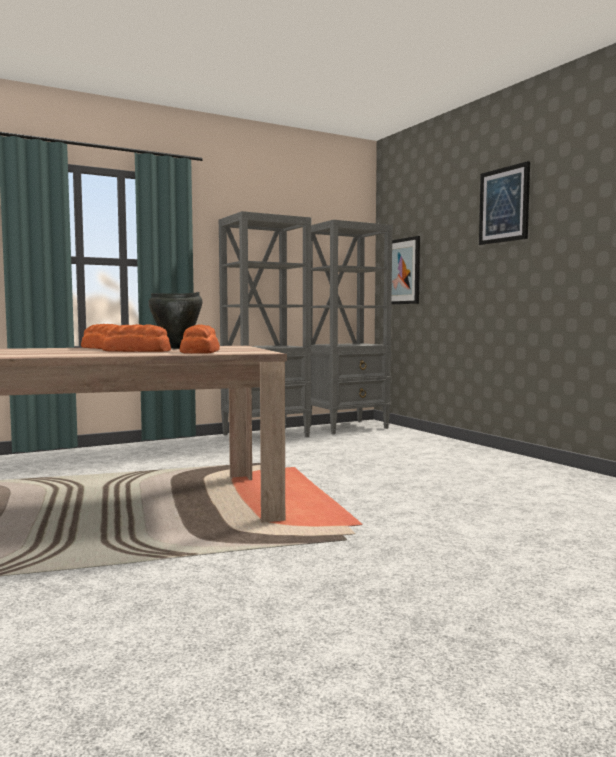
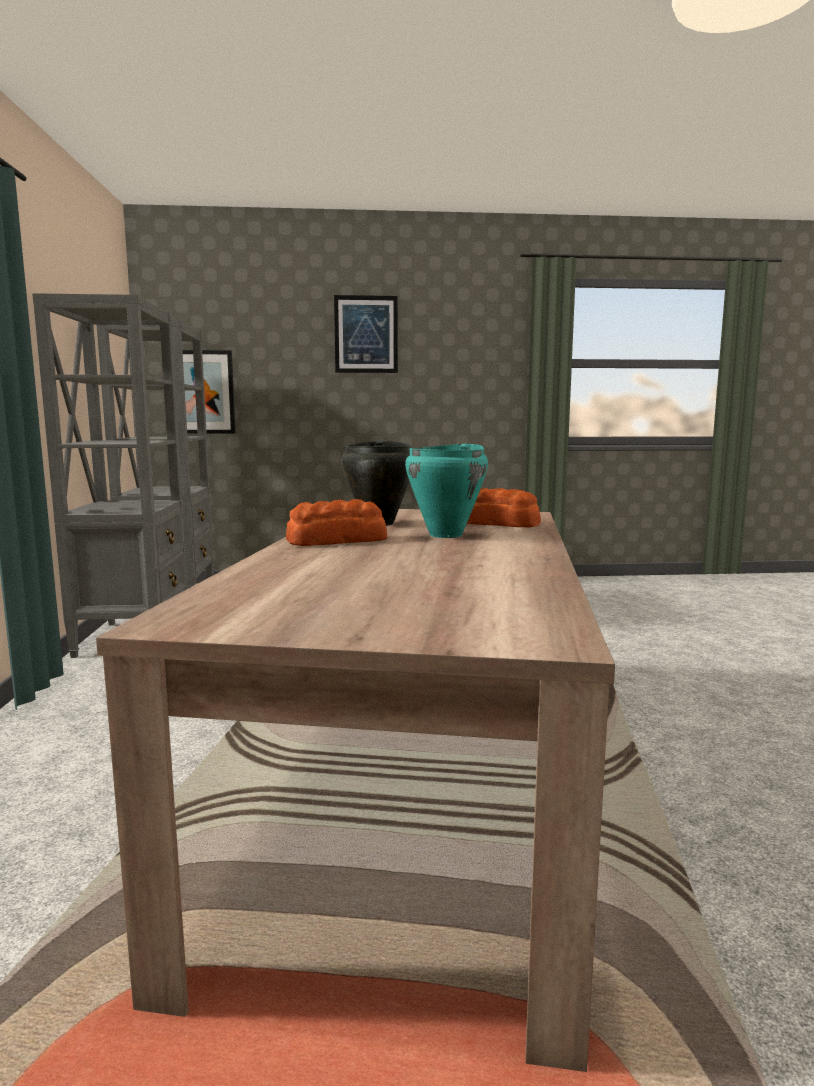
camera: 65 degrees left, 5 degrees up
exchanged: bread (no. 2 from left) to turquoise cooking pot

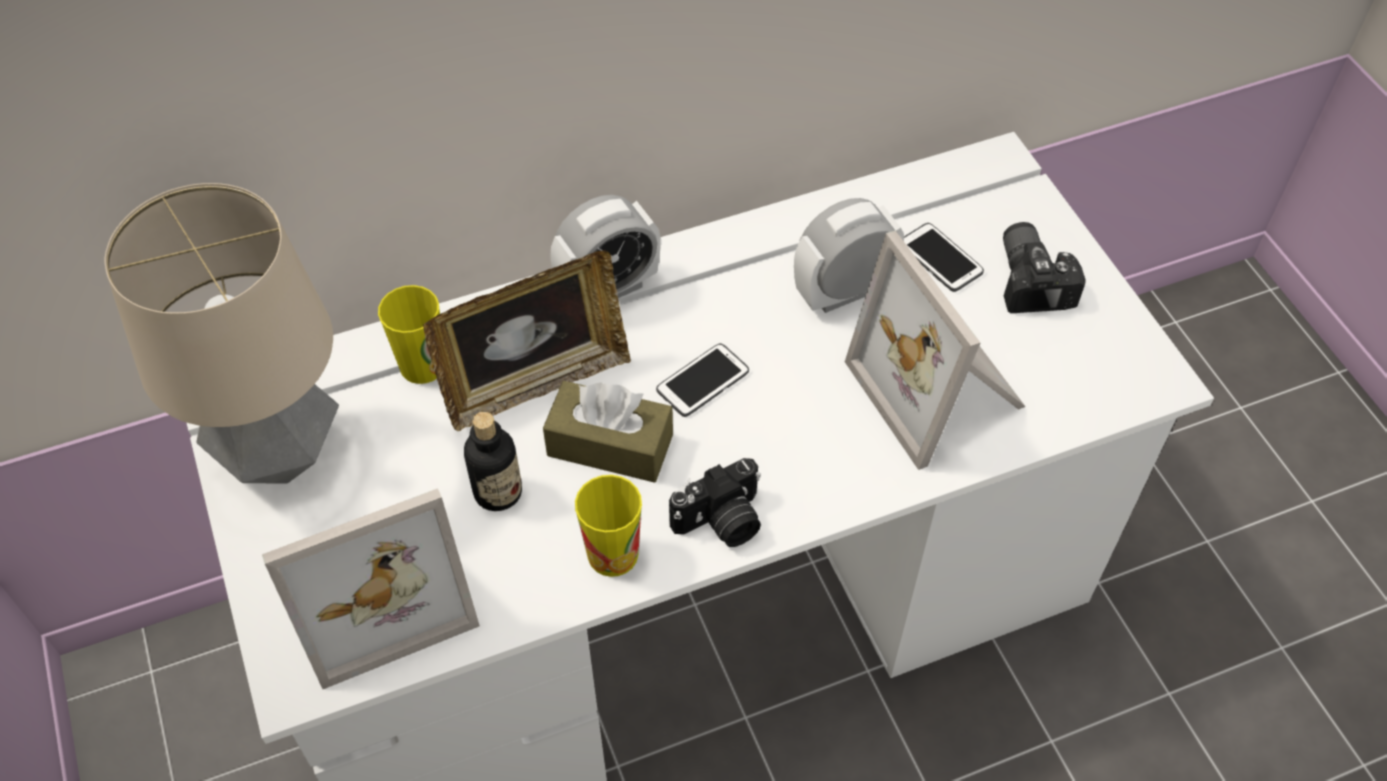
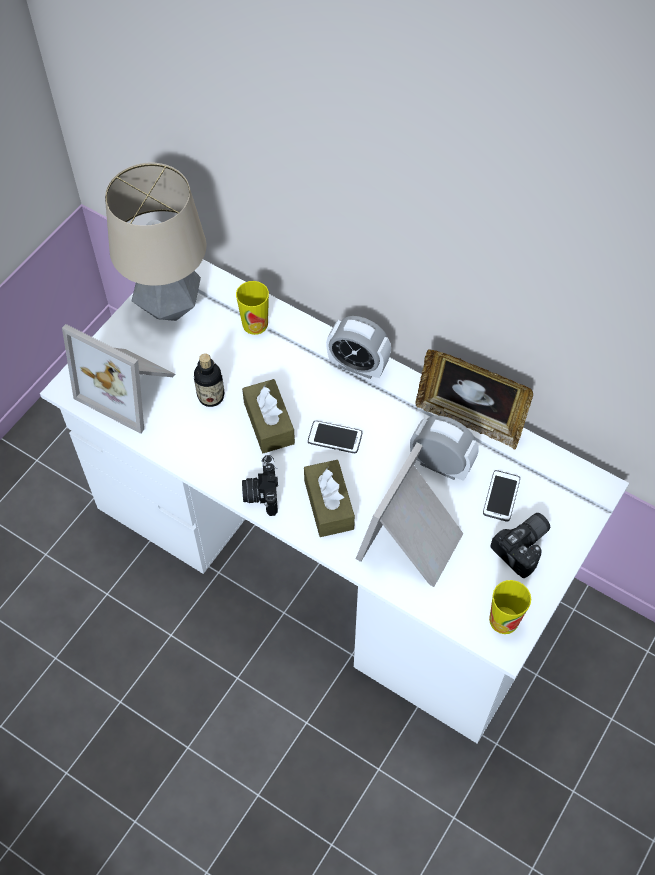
camera: 55 degrees right, 5 degrees up
appeared: brown tissue box (no. 2 from left)
relocated: picture frame (no. 2 from left in the first image) to picture frame (no. 3 from left); cup (no. 2 from left)
spun: photo camera (no. 1 from left) 60 degrees clockwise

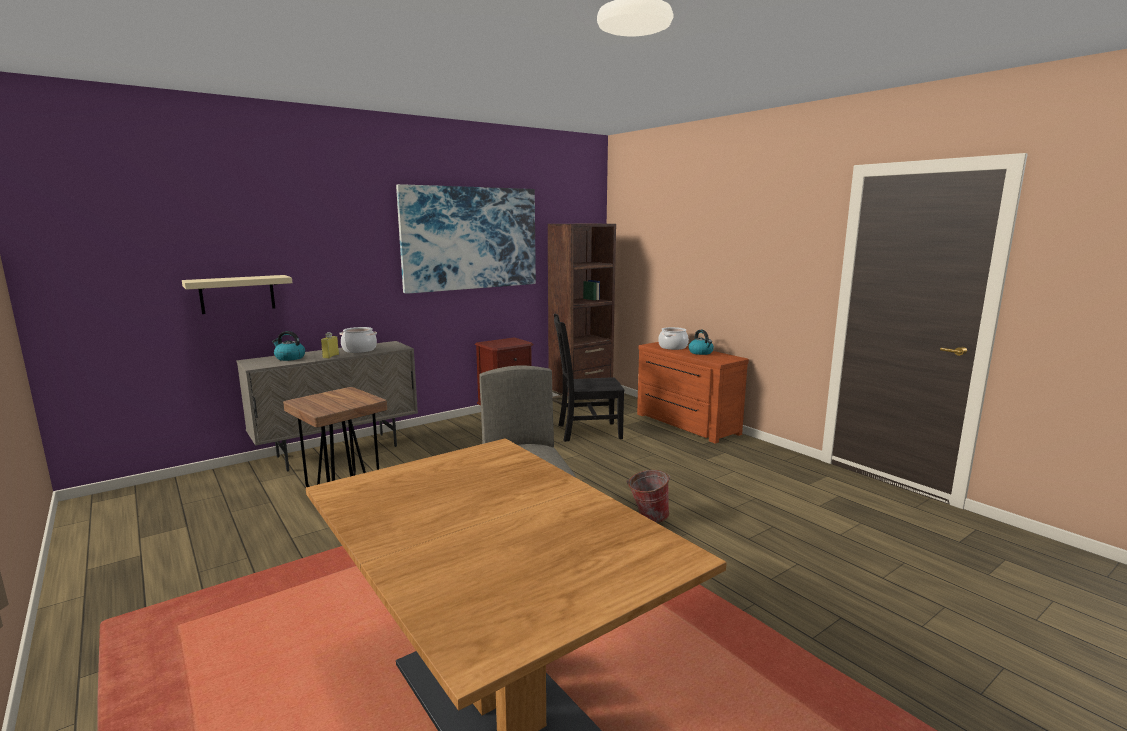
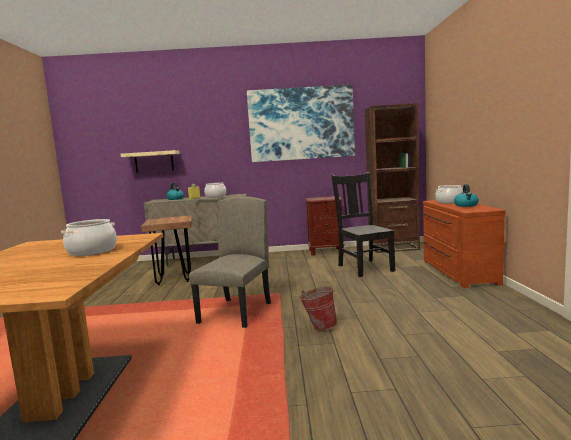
camera: 35 degrees right, 5 degrees down
appeared: cooking pot (no. 1 from left)
spun: black chair 45 degrees clockwise

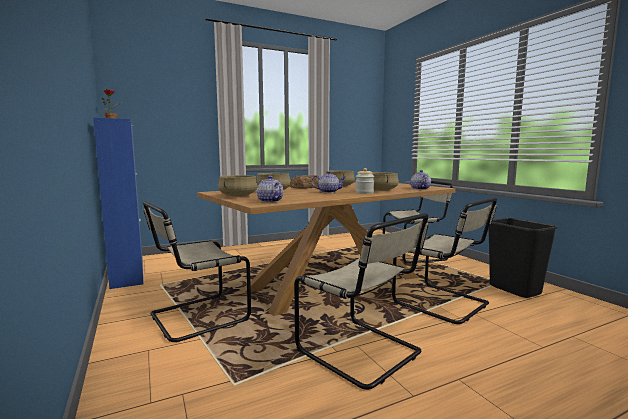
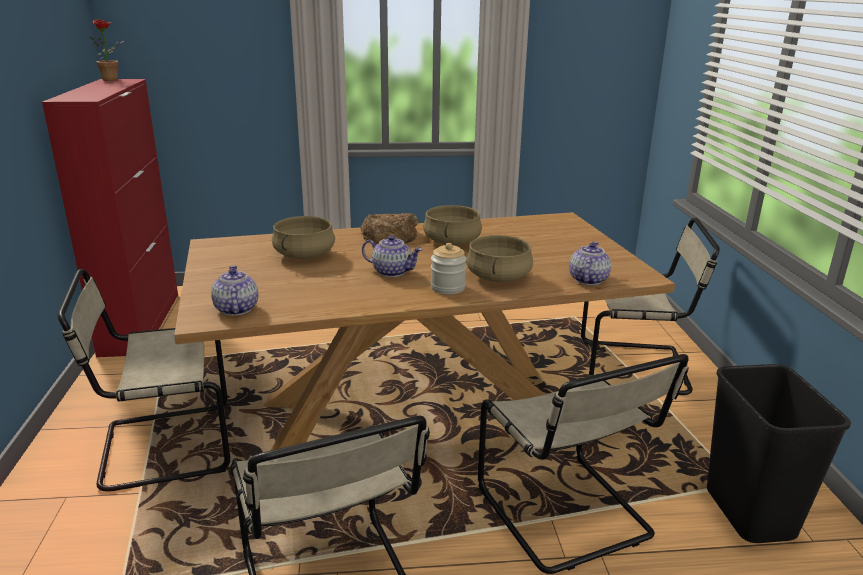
camera: 20 degrees right, 15 degrees up
missing: beige cooking pot (no. 1 from left)
colour: blue cabinet to red cabinet

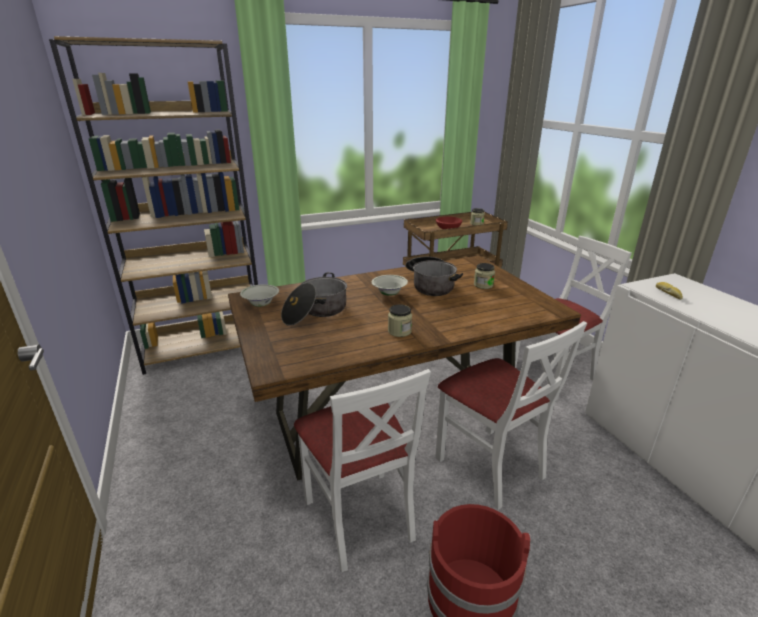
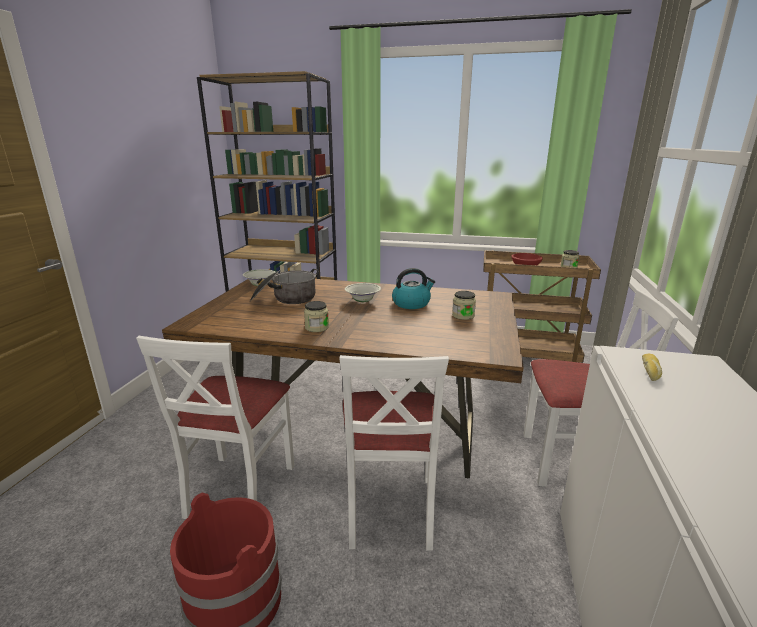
camera: 35 degrees right, 5 degrees down
exchanged: cooking pot (no. 2 from left) to kettle

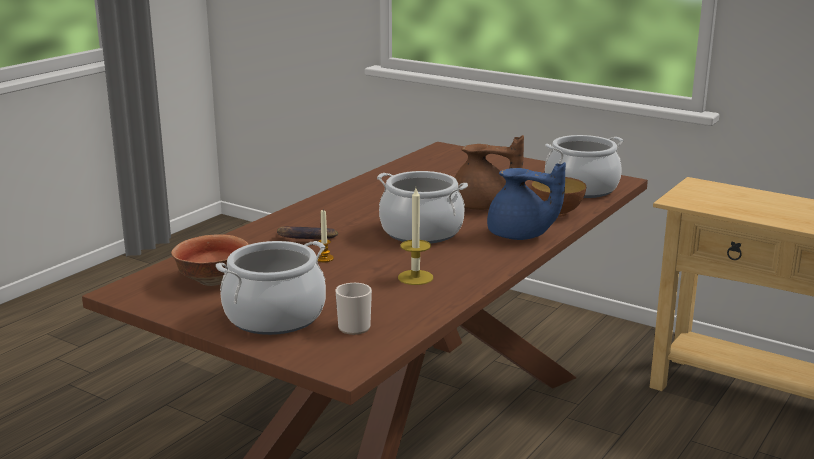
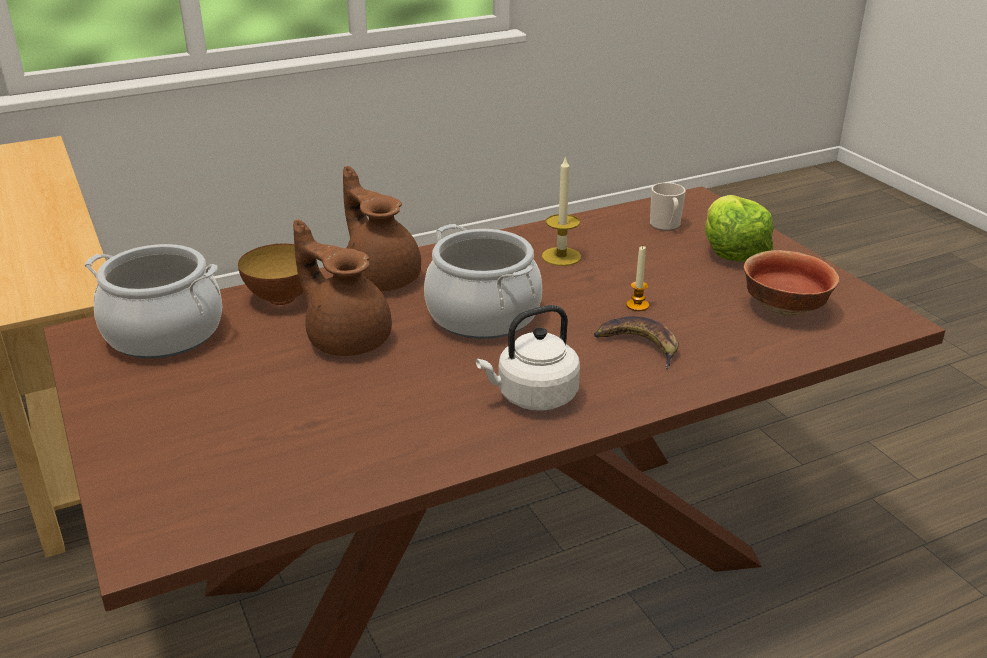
camera: 150 degrees left, 10 degrees up
appeared: white kettle
exchanged: cooking pot (no. 1 from left) to lettuce
colour: blue teapot to brown teapot (no. 2 from left)

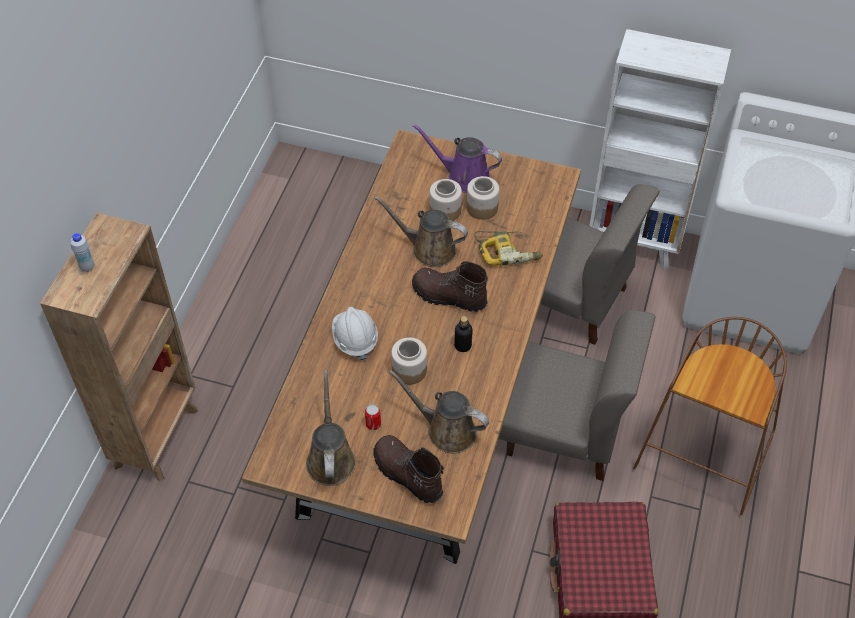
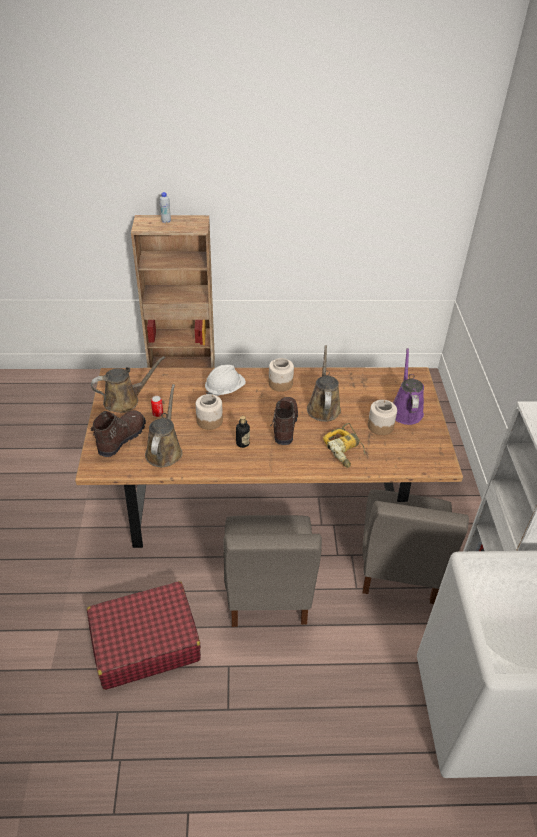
camera: 70 degrees right, 10 degrees down
missing: brown stool
relocated: jar (no. 2 from left)

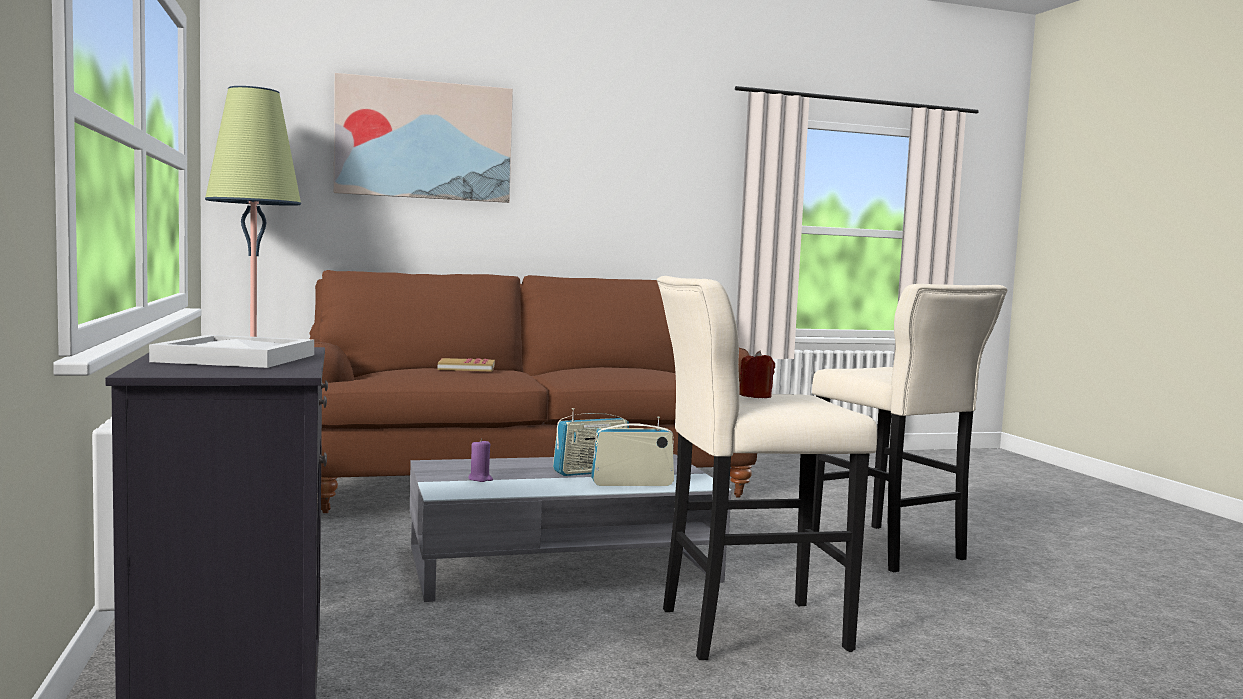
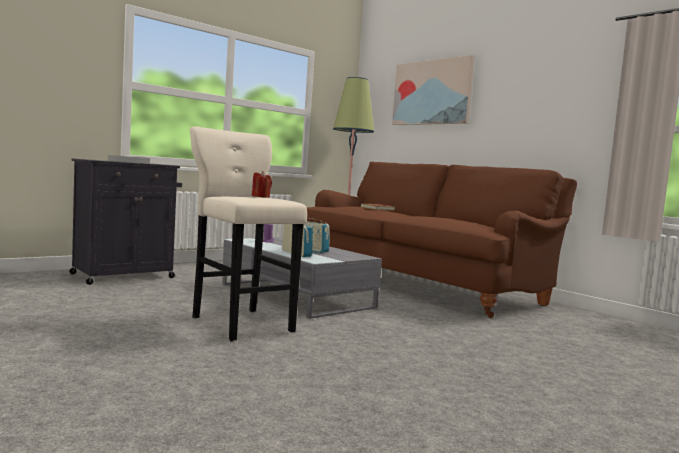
camera: 65 degrees right, 0 degrees up
missing: beige stool (no. 2 from left)

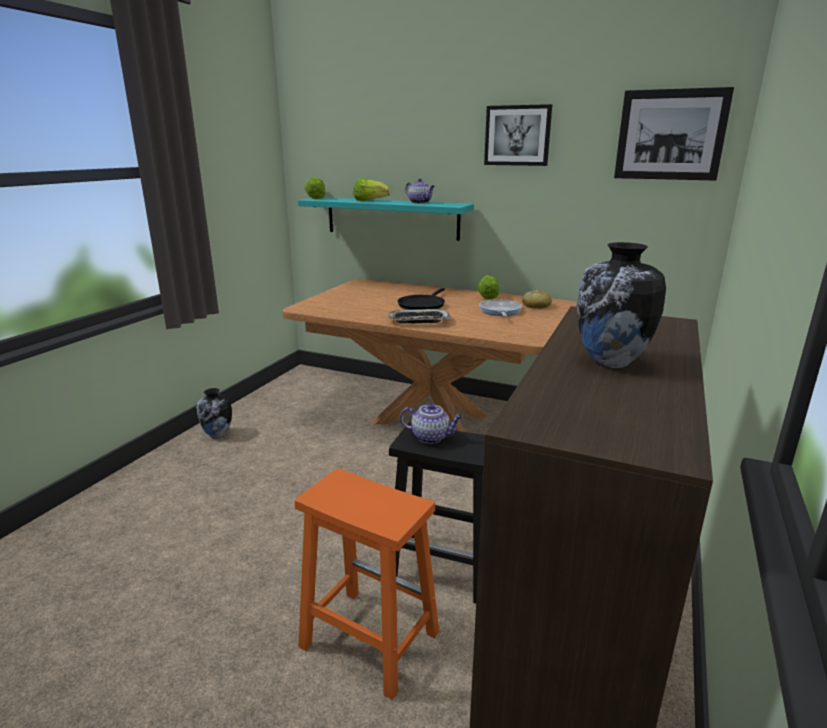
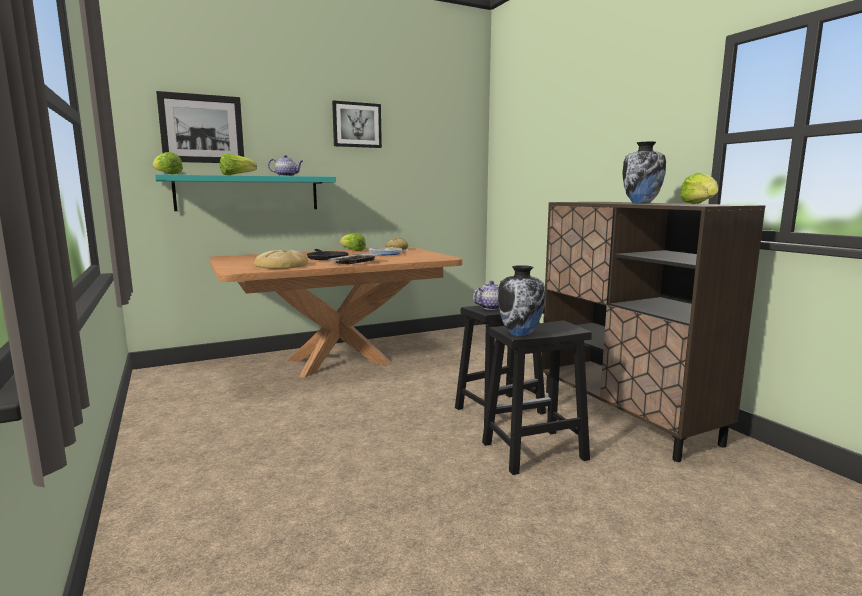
camera: 50 degrees left, 10 degrees down
appeared: bread (no. 1 from left); lettuce (no. 4 from left)
relocated: picture (no. 2 from left in the first image) to picture (no. 1 from left); vase (no. 1 from left)
colour: orange stool to black stool (no. 2 from left)

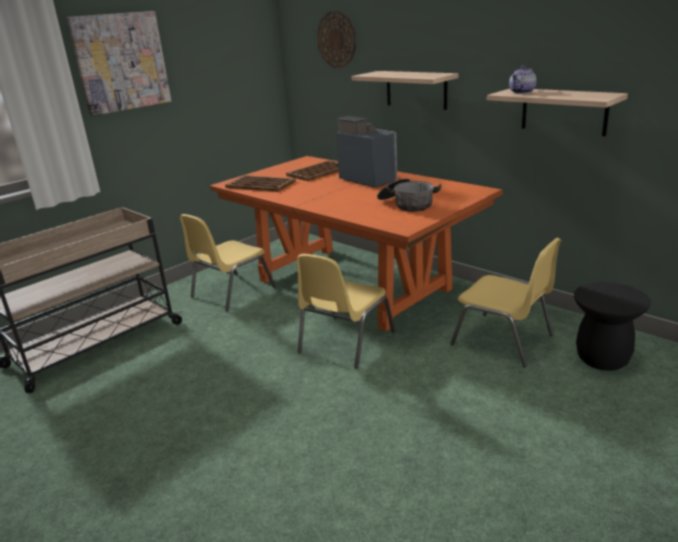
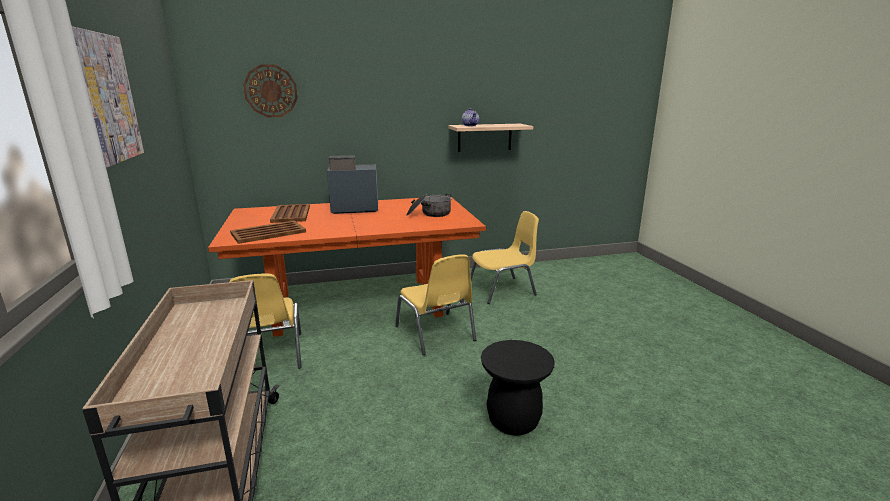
camera: 60 degrees left, 5 degrees down
missing: shelf (no. 1 from left)
relocated: black stool

